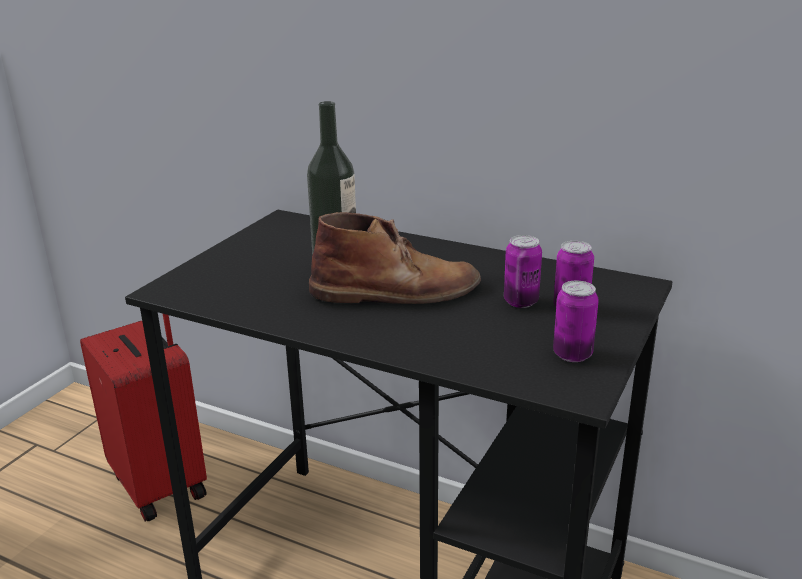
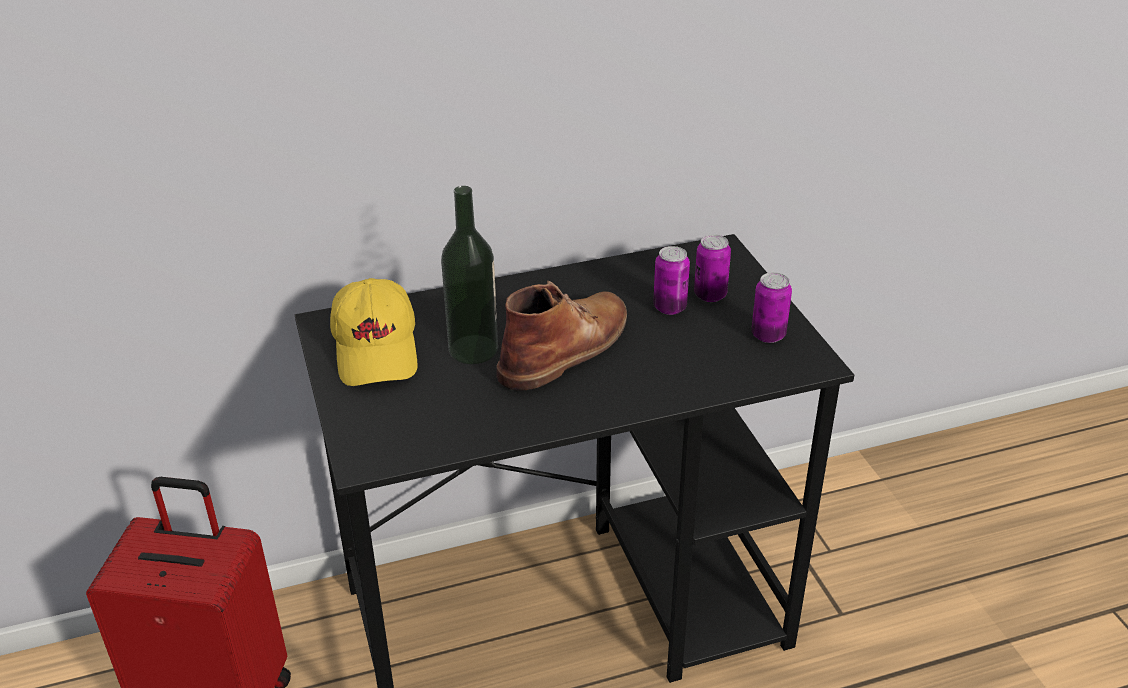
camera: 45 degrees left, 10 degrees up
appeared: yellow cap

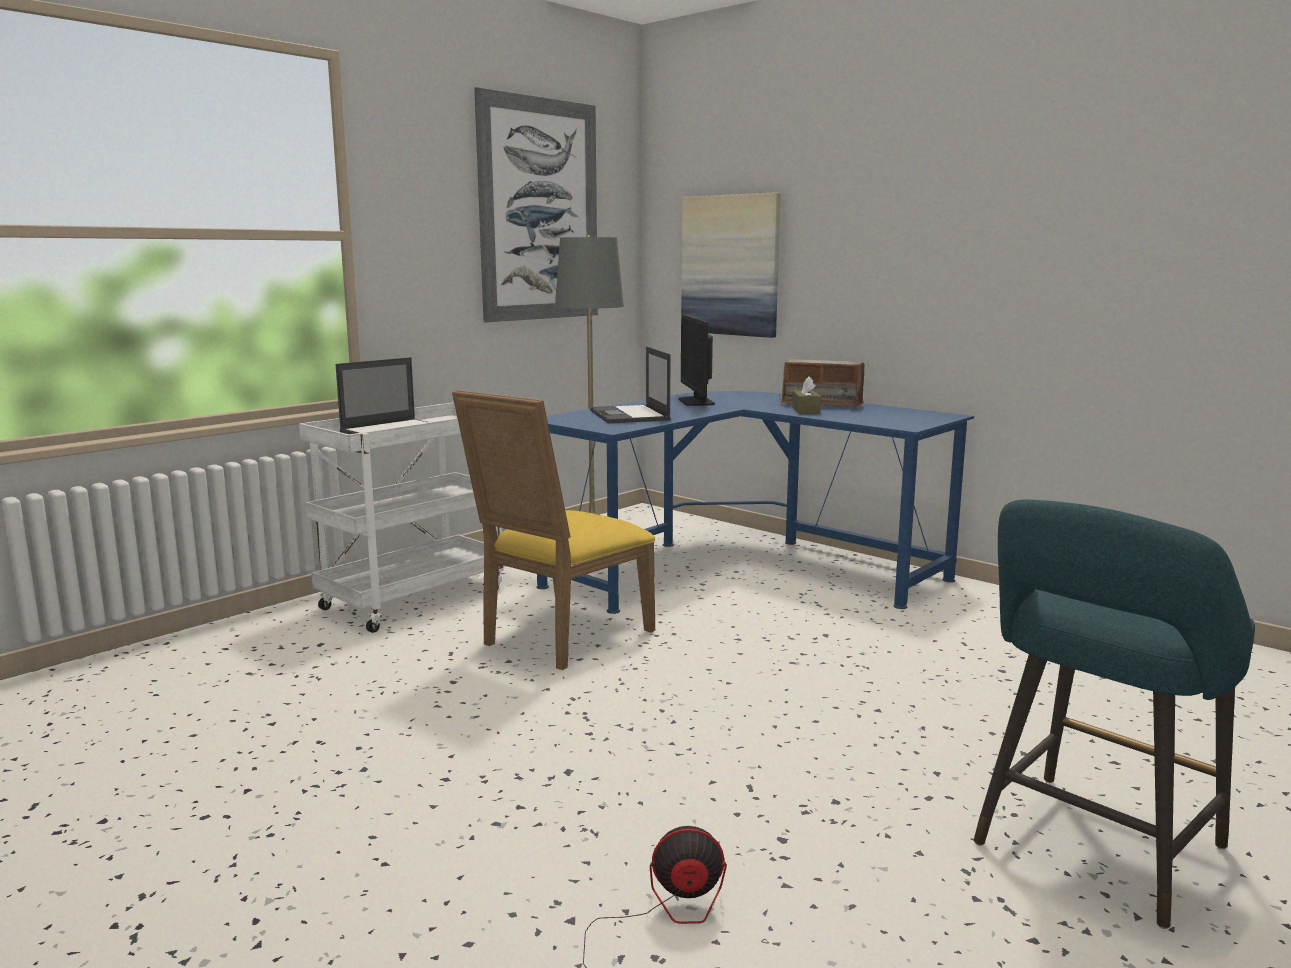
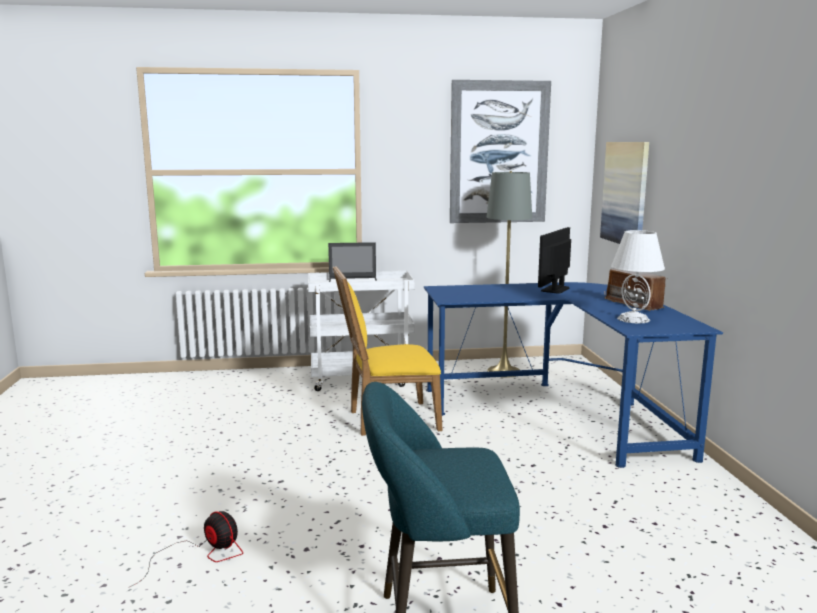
camera: 40 degrees right, 0 degrees up
missing: laptop (no. 2 from left); brown tissue box
appeared: white table lamp

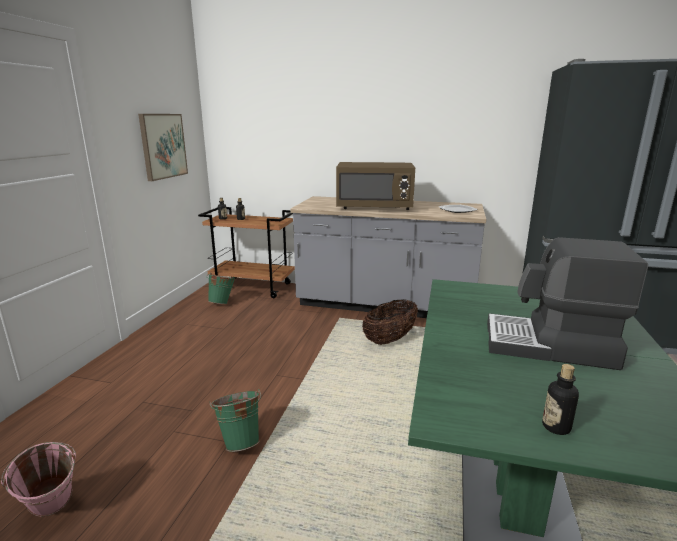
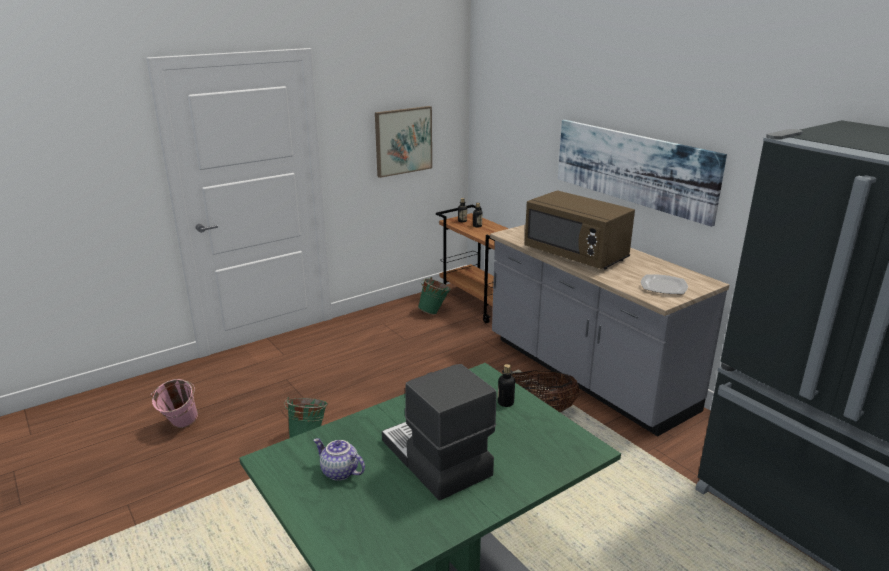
camera: 40 degrees right, 5 degrees up
appeared: teapot; picture (no. 2 from left)
relocated: bottle (no. 3 from left)

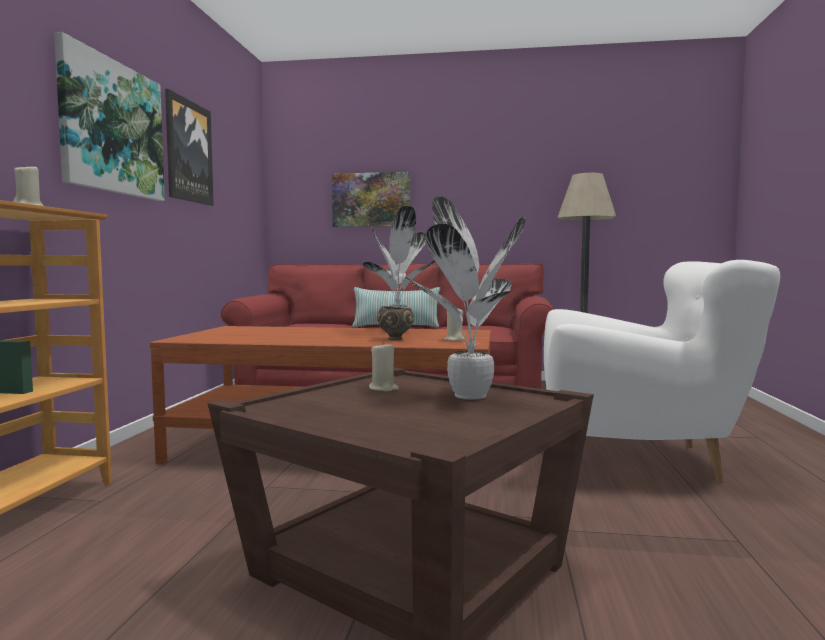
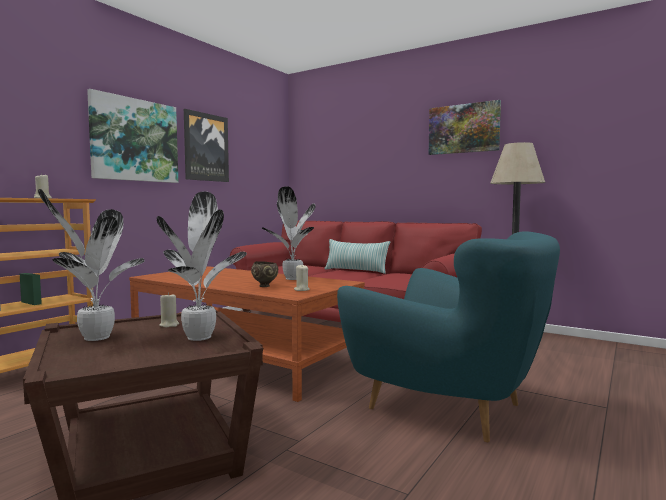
camera: 25 degrees right, 0 degrees up
appeared: potted plant (no. 1 from left)
relocated: picture (no. 3 from left)
colour: white armchair to turquoise armchair

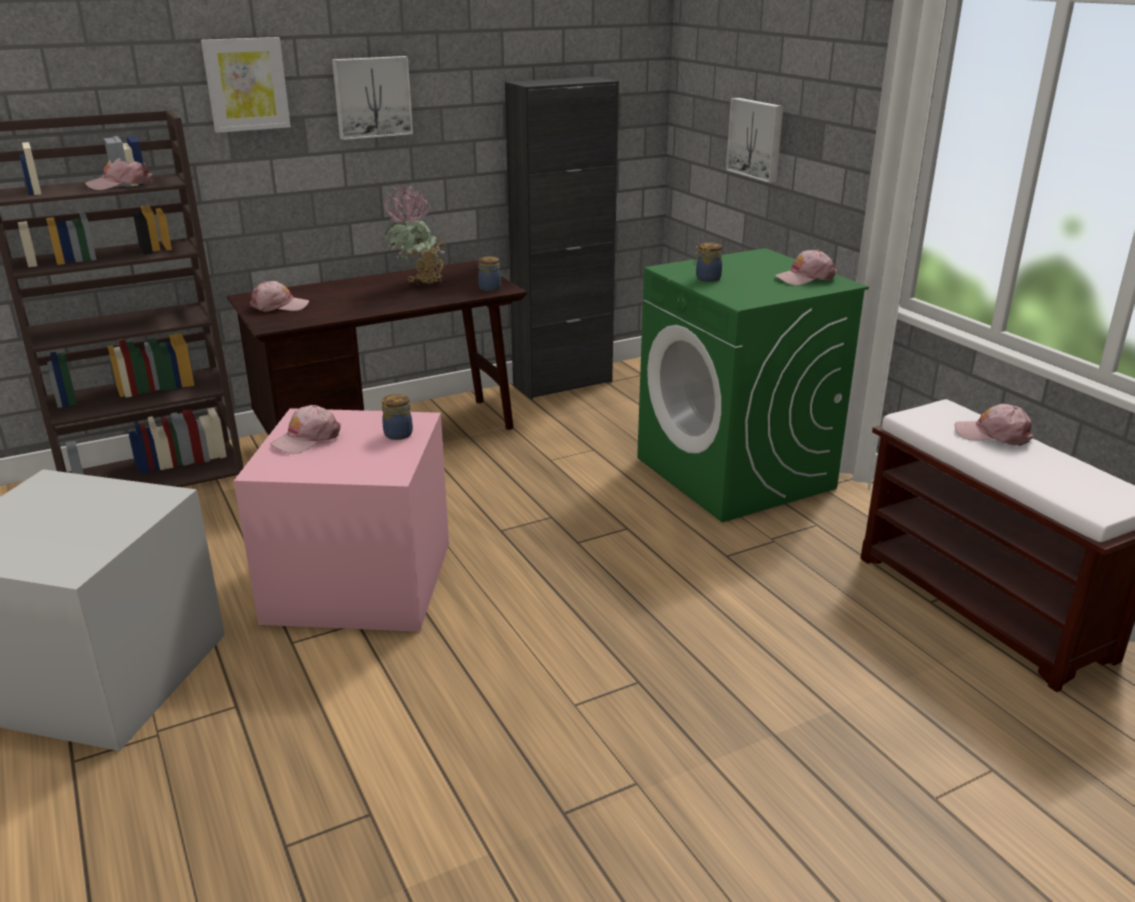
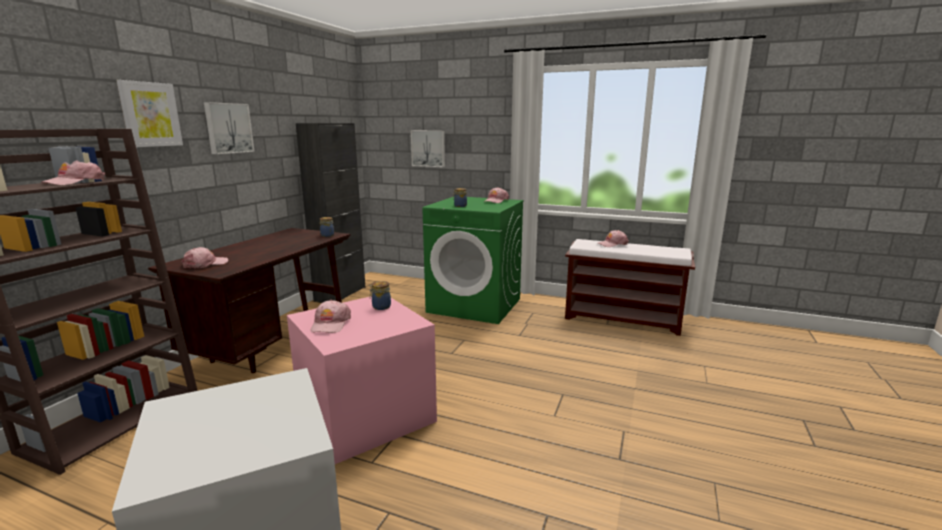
camera: 40 degrees left, 10 degrees down
missing: potted plant

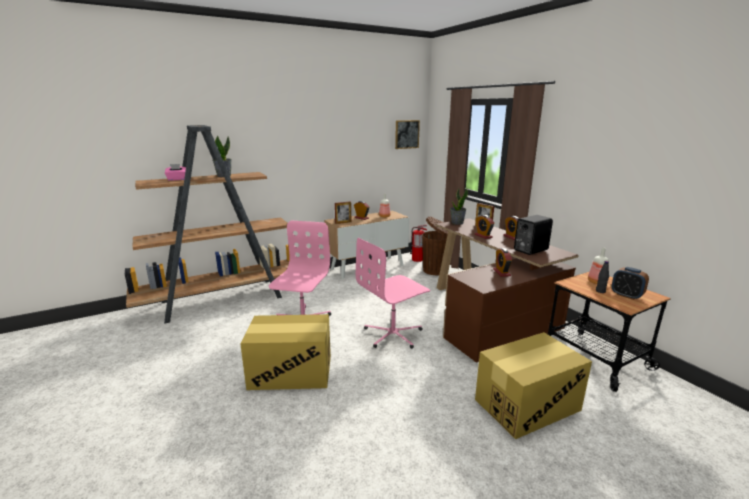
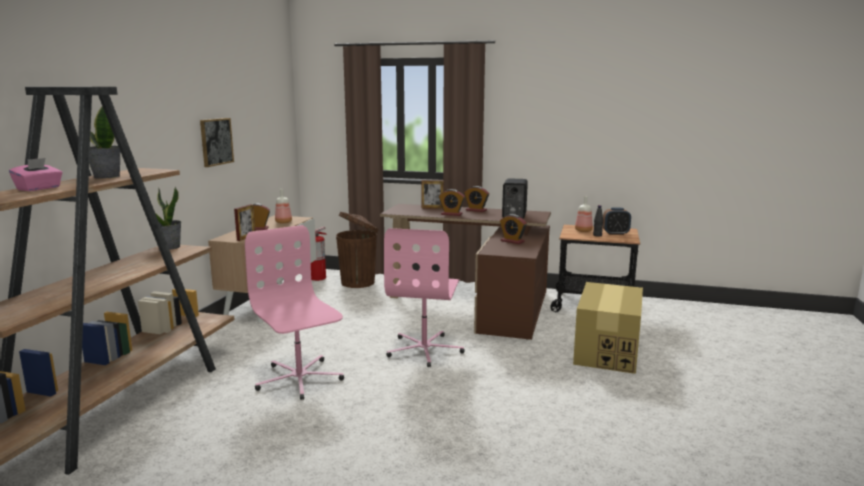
camera: 45 degrees left, 5 degrees down
missing: cardboard box (no. 1 from left)
relocated: potted plant (no. 2 from left); picture

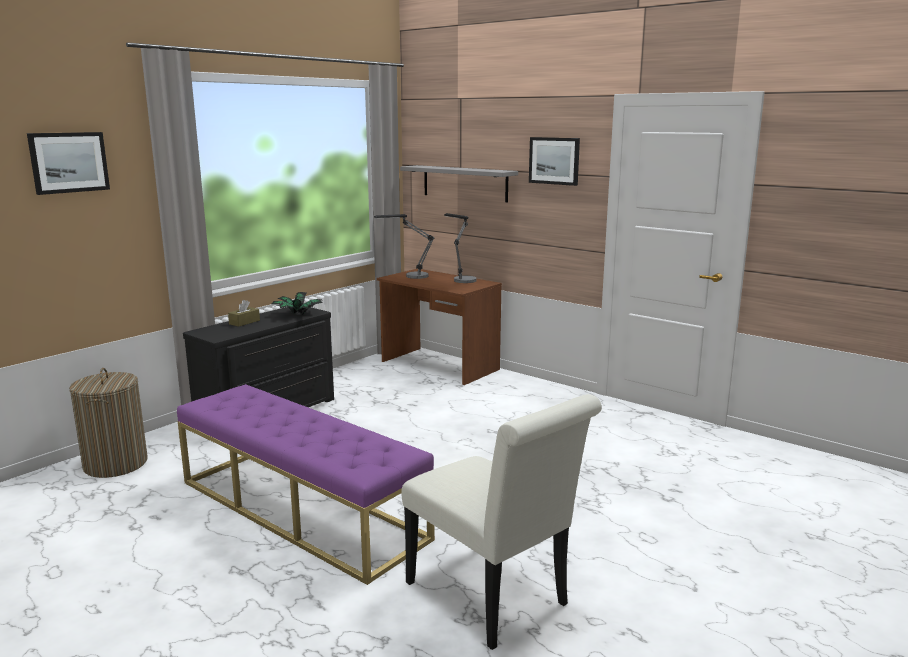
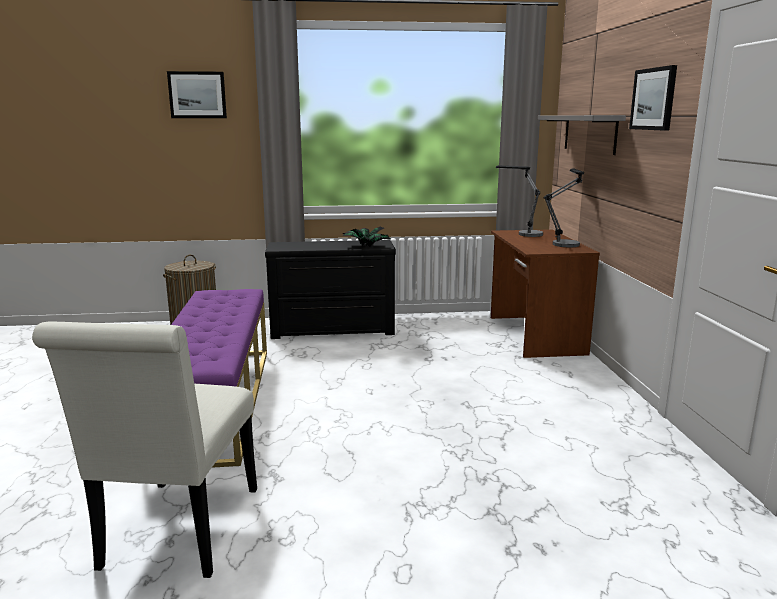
camera: 45 degrees right, 0 degrees up
missing: brown tissue box

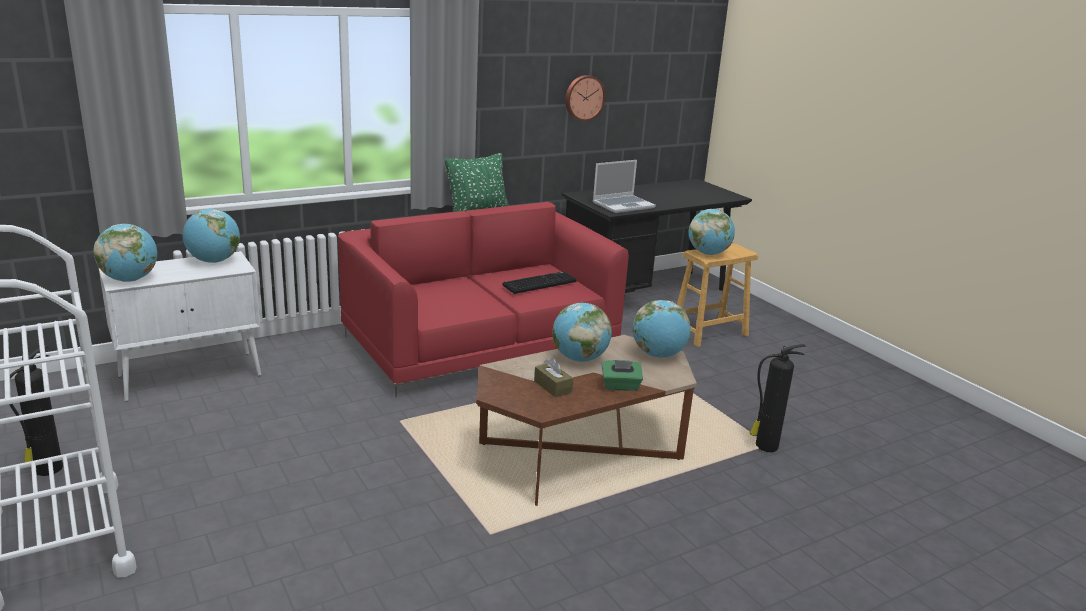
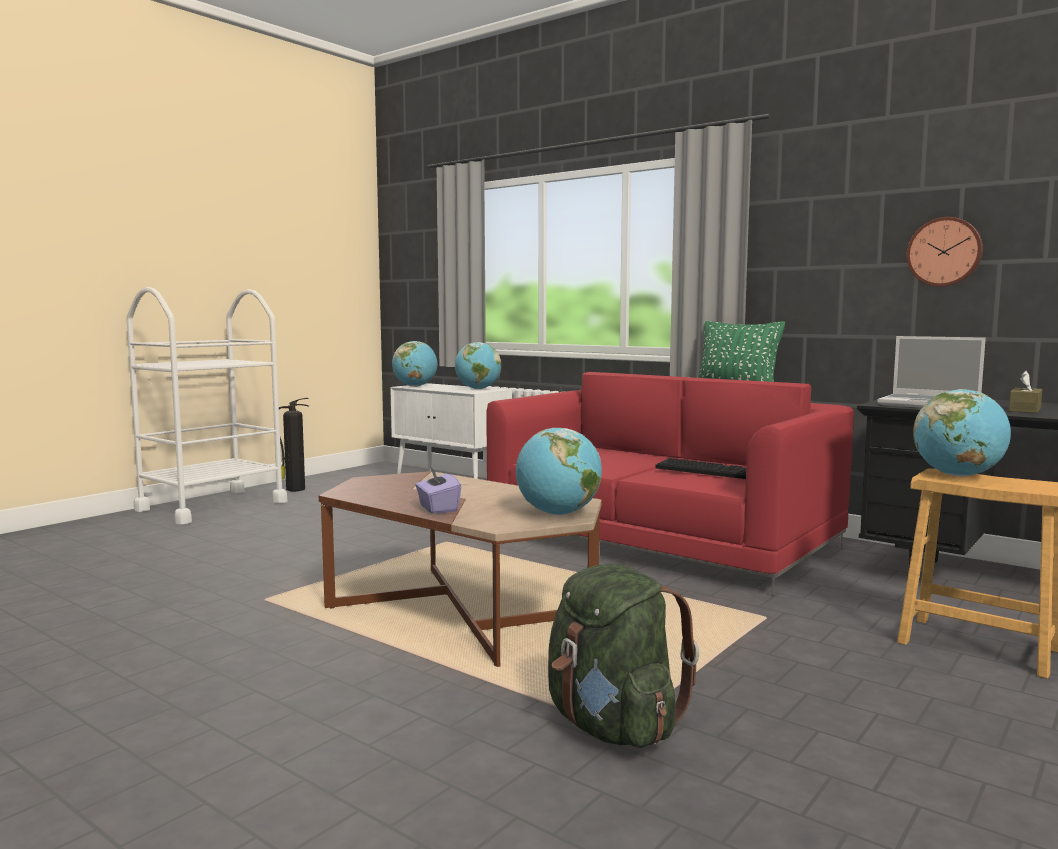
camera: 70 degrees right, 15 degrees down
missing: globe (no. 3 from left)
relocated: brown tissue box
exchanged: fire extinguisher (no. 2 from left) to green backpack
colour: green tissue box to purple tissue box

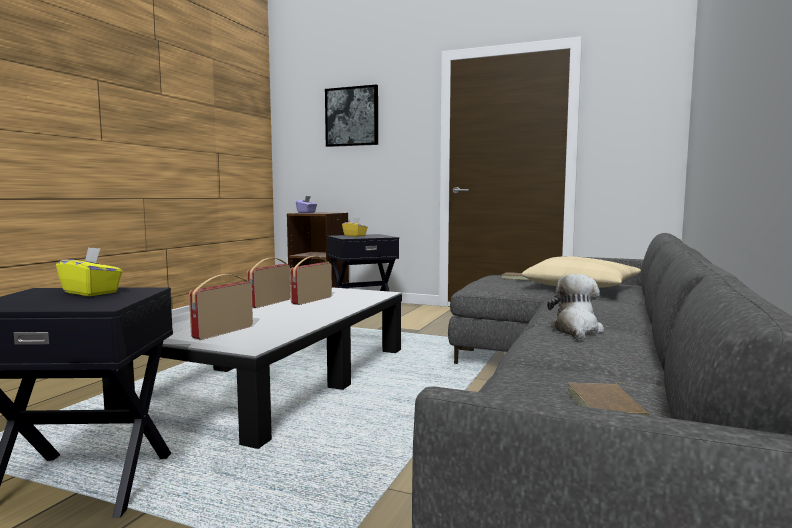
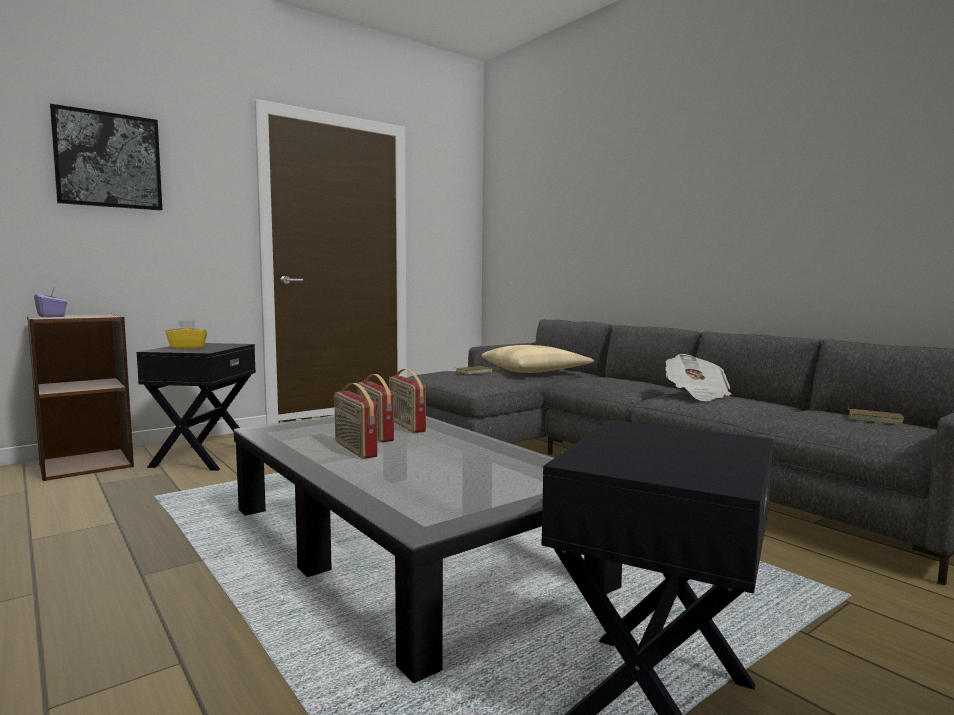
camera: 60 degrees left, 0 degrees up
missing: yellow tissue box (no. 1 from left)
relocated: radio (no. 1 from left in the first image) to radio (no. 3 from left)
exchanged: plush toy to newspaper

